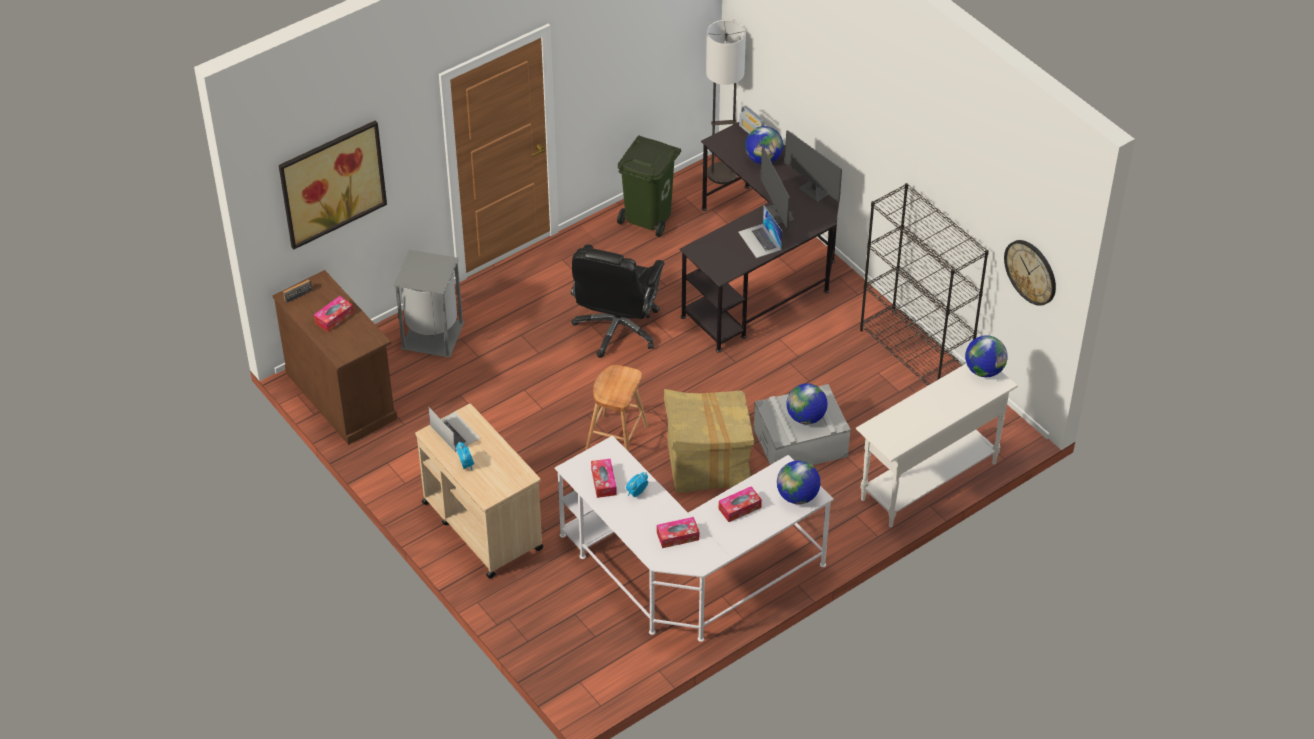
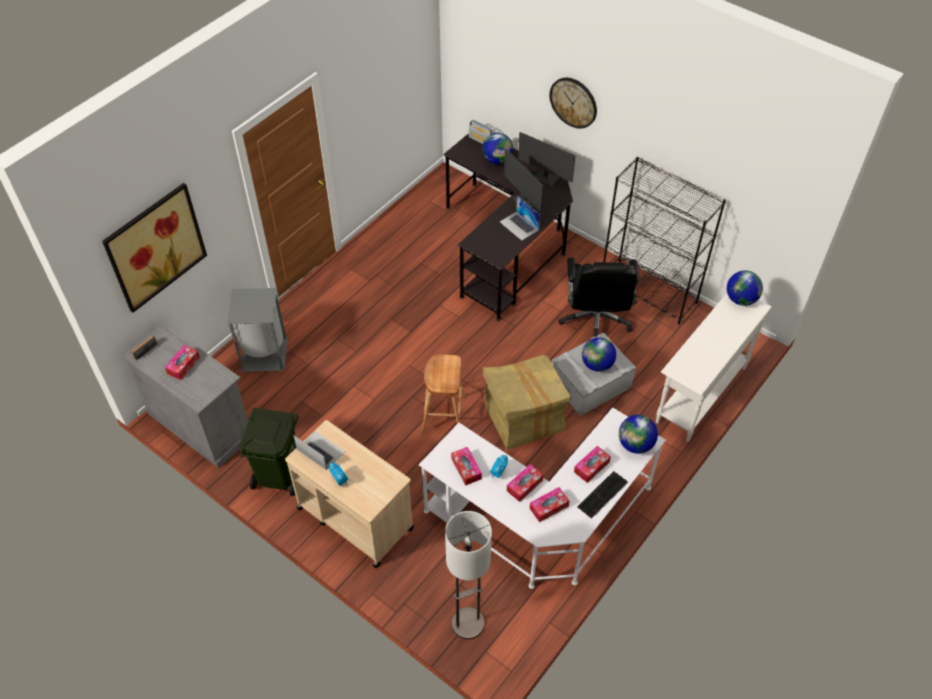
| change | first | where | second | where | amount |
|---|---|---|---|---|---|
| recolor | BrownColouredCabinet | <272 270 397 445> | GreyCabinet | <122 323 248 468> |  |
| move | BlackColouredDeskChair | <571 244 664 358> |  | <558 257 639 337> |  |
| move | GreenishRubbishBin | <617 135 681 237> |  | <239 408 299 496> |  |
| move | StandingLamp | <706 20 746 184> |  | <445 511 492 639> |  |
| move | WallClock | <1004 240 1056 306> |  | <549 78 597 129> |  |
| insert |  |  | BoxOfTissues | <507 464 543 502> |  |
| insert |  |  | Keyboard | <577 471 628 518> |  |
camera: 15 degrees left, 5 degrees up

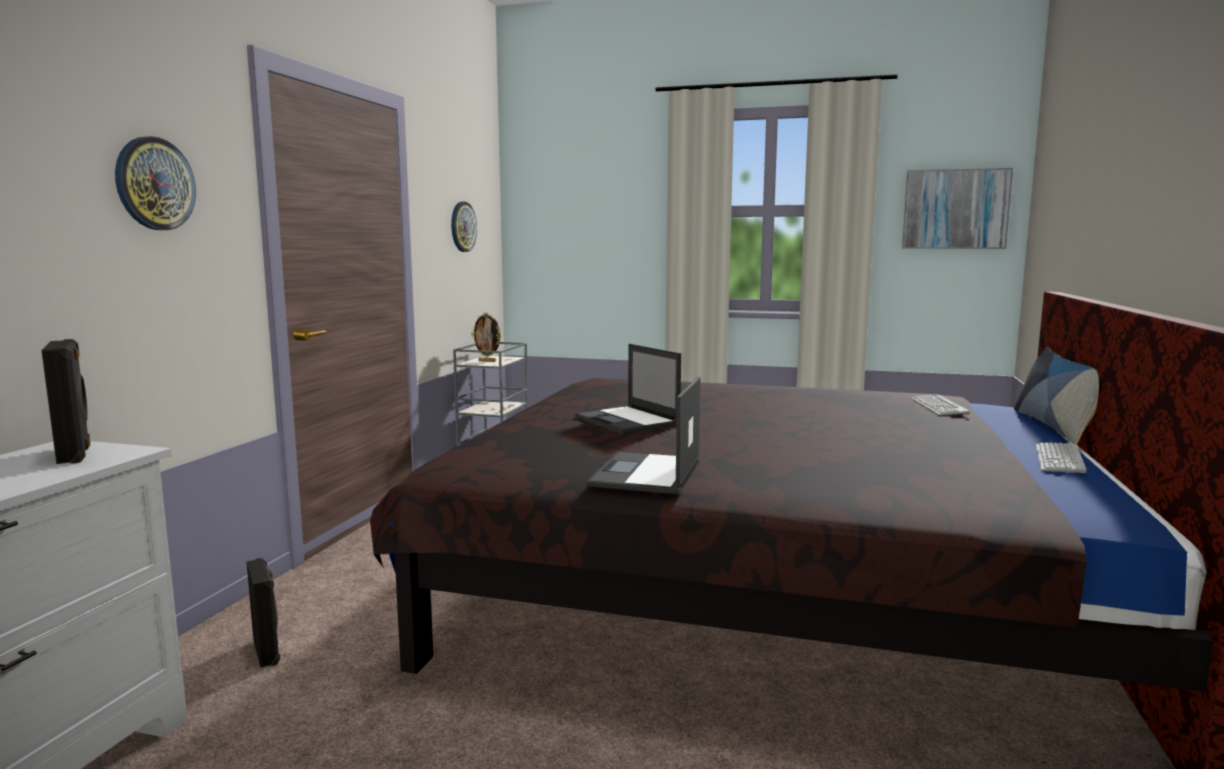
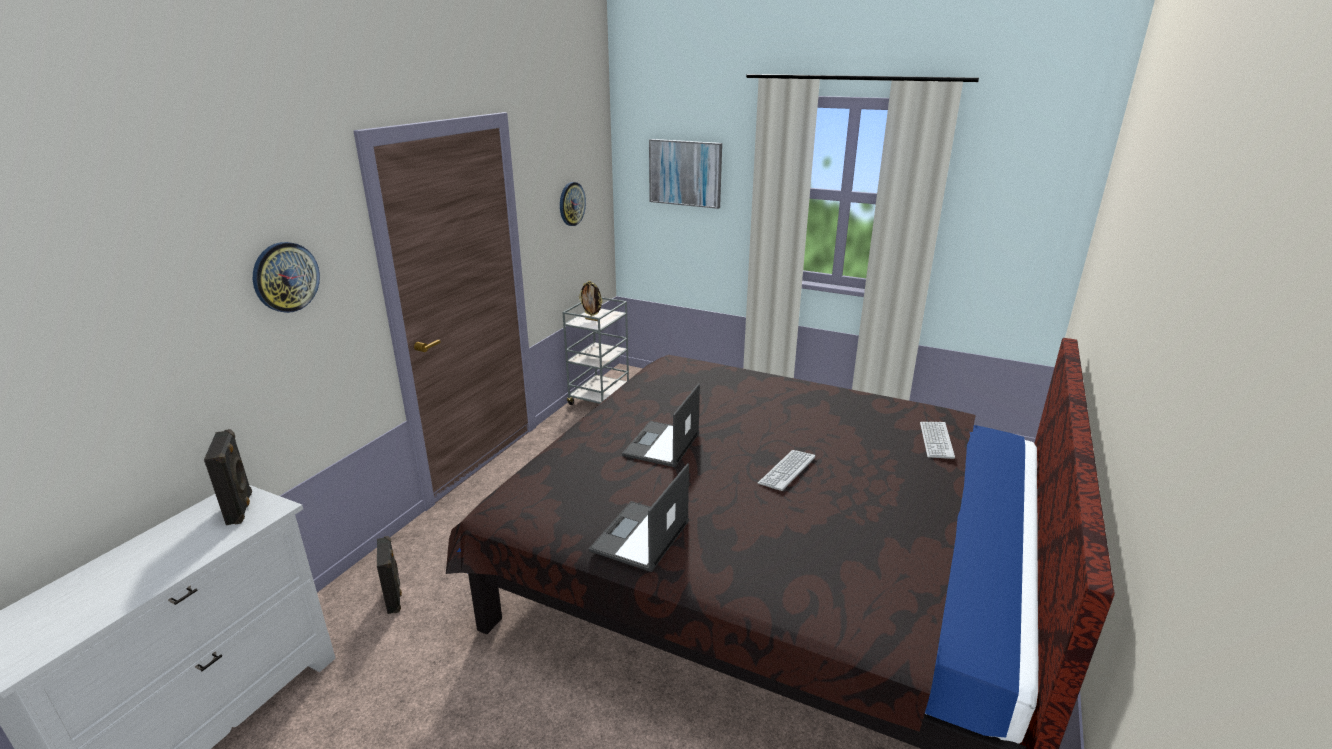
| change | first | where | second | where | amount |
|---|---|---|---|---|---|
| rotate | NotebookComputer | <575 344 681 434> |  | <622 383 700 467> | 45 degrees clockwise |
| move | WallArt | <902 168 1013 249> |  | <649 139 722 209> |  |
| delete | Cushion | <1014 347 1099 444> |  |  |  |
| move | Keyboard | <1036 443 1087 474> |  | <758 450 815 491> |  |
camera: 10 degrees right, 15 degrees up

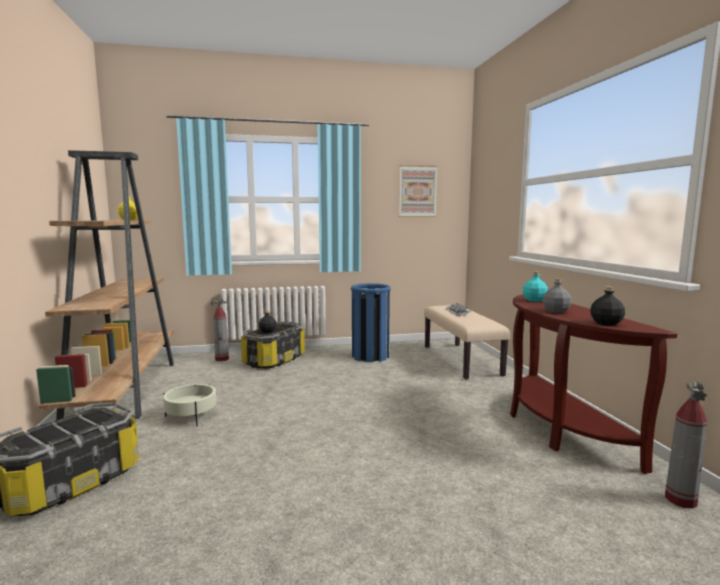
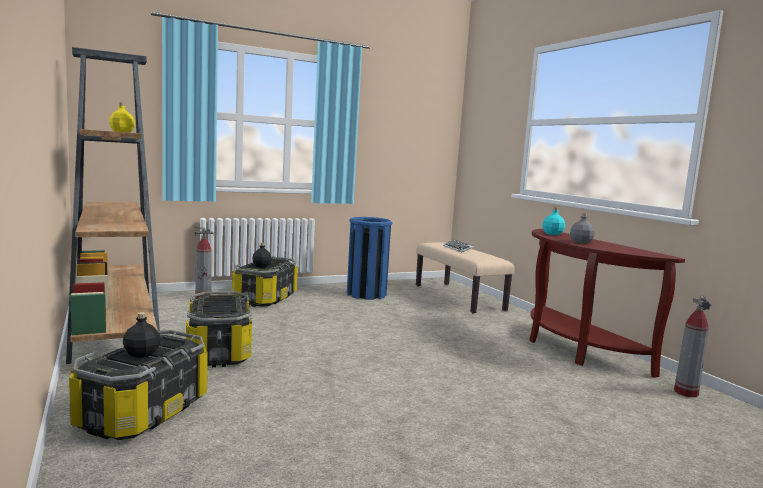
| change | first | where | second | where | amount |
|---|---|---|---|---|---|
| replace | BeigeColouredFlowerPot | <163 384 216 426> | StorageContainer | <186 291 252 367> |  |
| delete | WallArt | <399 165 437 217> |  |  |  |
| move | BlackColouredDrinkBottle | <590 286 625 326> |  | <123 312 161 358> |  |
camera: 15 degrees left, 0 degrees up

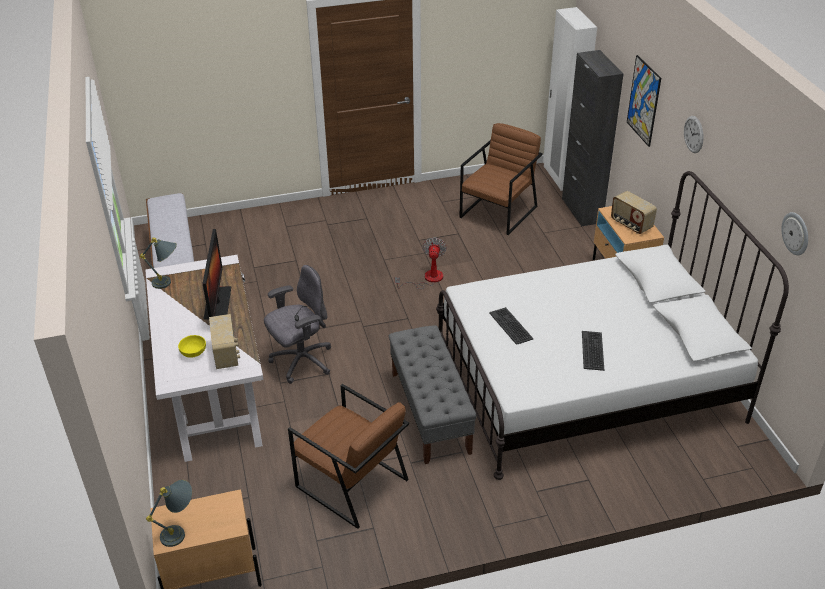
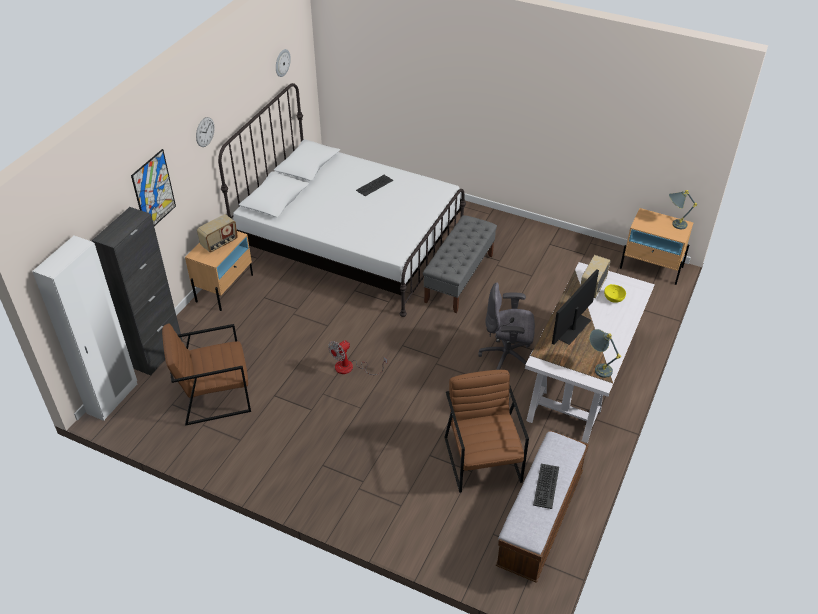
| change | first | where | second | where | amount |
|---|---|---|---|---|---|
| move | BrownColouredEasyChair | <288 384 409 529> |  | <444 370 529 493> |  |
| move | Keyboard | <489 307 533 345> |  | <533 464 559 509> |  |
| rotate | RadioSet | <611 191 657 234> |  | <197 214 238 252> | 45 degrees clockwise |
camera: 140 degrees left, 5 degrees up

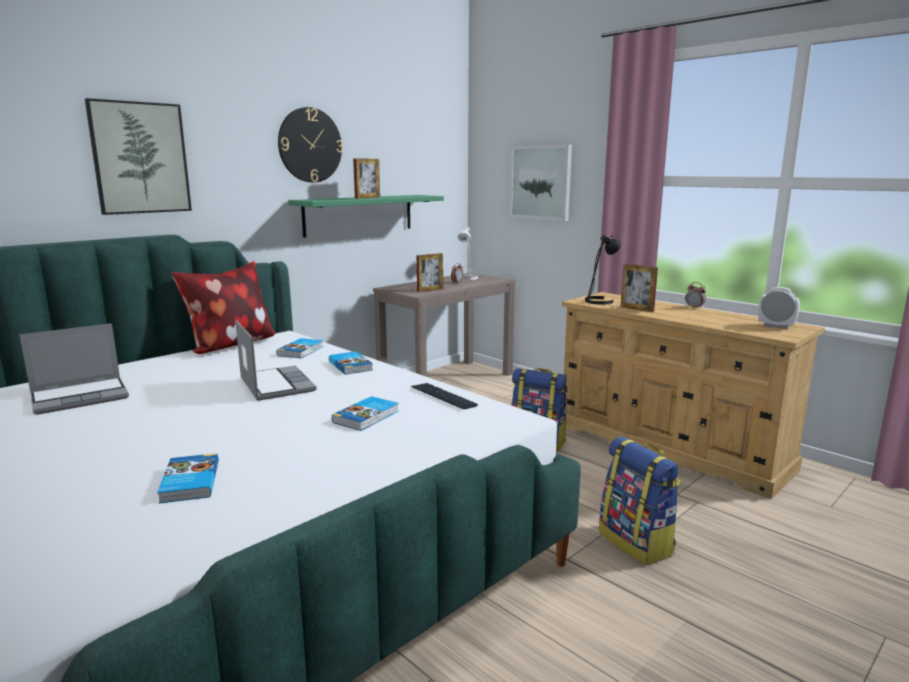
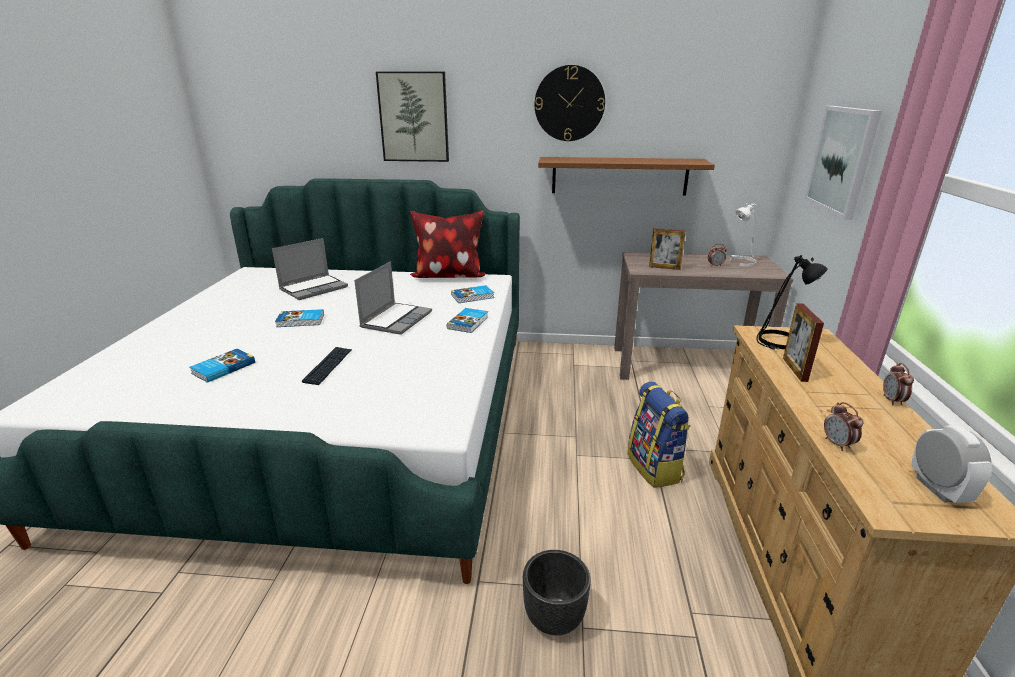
| change | first | where | second | where | amount |
|---|---|---|---|---|---|
| rotate | NotebookComputer | <19 323 129 415> |  | <272 238 348 300> | 60 degrees counterclockwise |
| recolor | GreenishBracketShelf | <288 195 444 238> | BrownColouredBracketShelf | <538 157 715 196> |  |
| move | Volume | <332 396 399 431> |  | <275 309 324 327> |  |
| delete | StandingFrame | <353 158 380 199> |  |  |  |
| move | Keyboard | <411 383 478 410> |  | <302 347 352 385> |  |
| replace | Backpack | <599 437 681 565> | BlackColouredFlowerPot | <523 550 591 636> |  |
| insert |  |  | BedsideClock | <824 402 864 451> |  |
camera: 50 degrees right, 10 degrees up

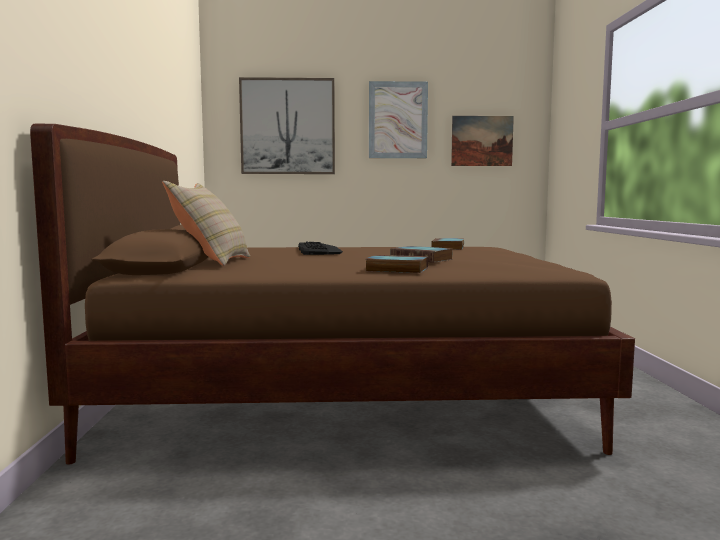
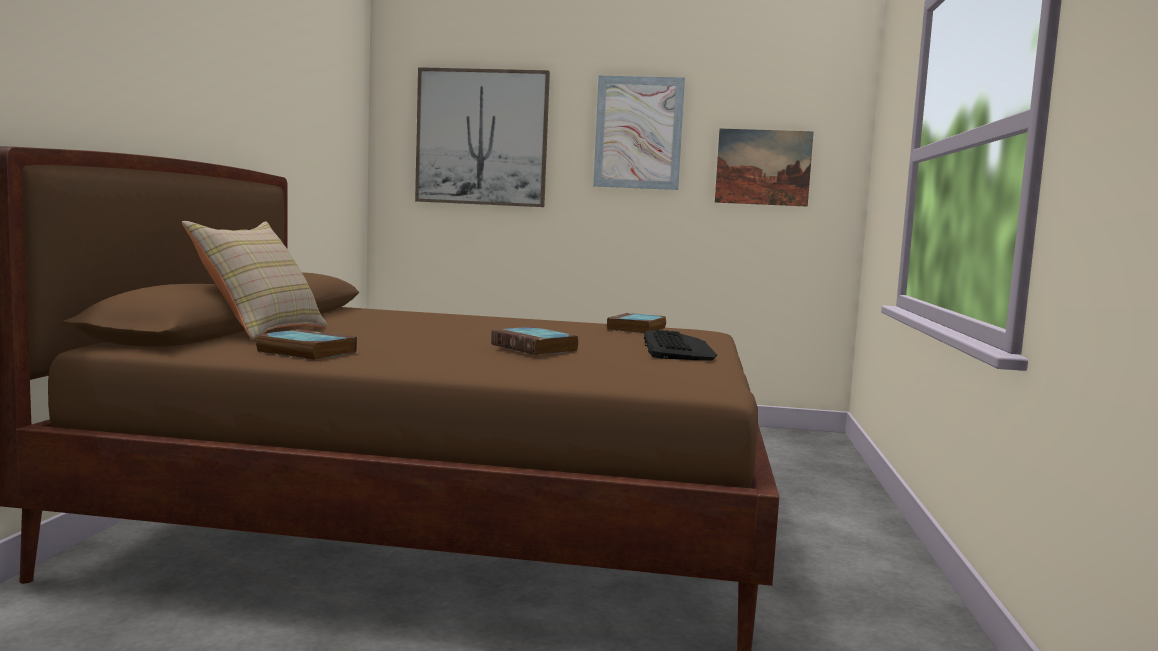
| change | first | where | second | where | amount |
|---|---|---|---|---|---|
| move | Keyboard | <298 242 343 255> |  | <644 330 717 360> |  |
| move | Volume | <366 255 428 273> |  | <256 329 357 360> |  |
camera: 10 degrees right, 0 degrees up

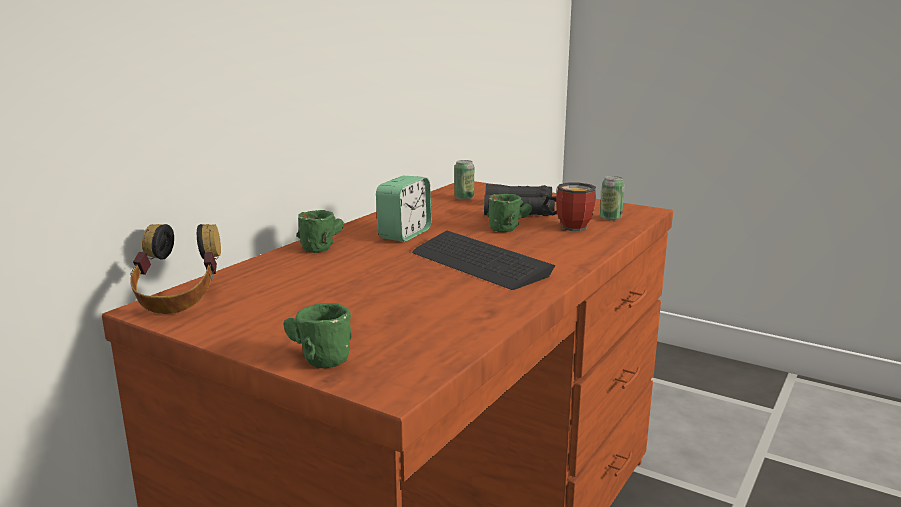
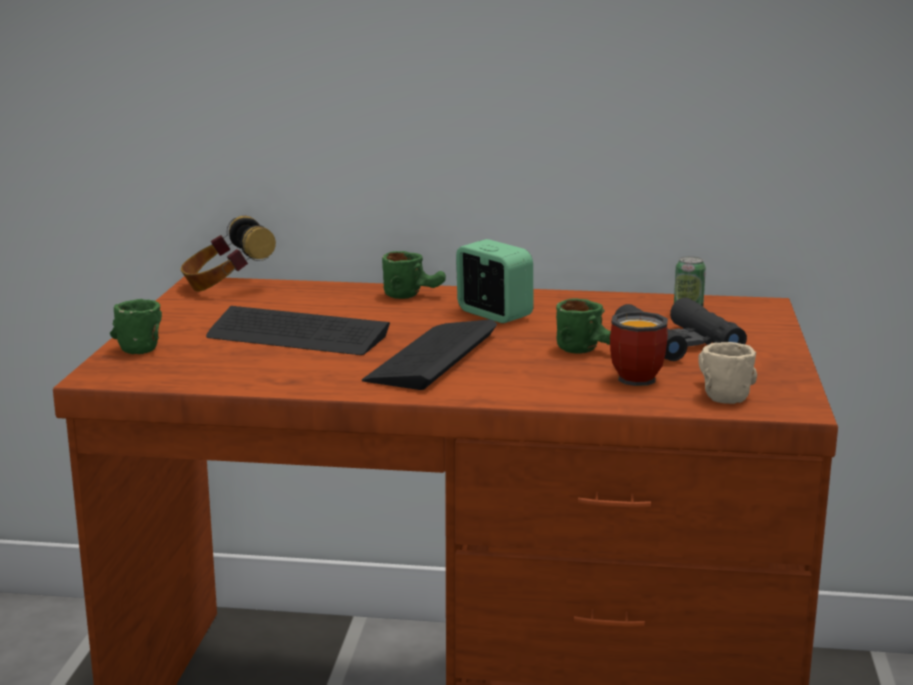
| change | first | where | second | where | amount |
|---|---|---|---|---|---|
| rotate | BedsideClock | <376 176 432 242> |  | <456 239 534 323> | 135 degrees counterclockwise |
| replace | SealedCan | <600 176 625 221> | BeigeColouredTeaMug | <698 342 757 404> |  |
| insert |  |  | Keyboard | <206 306 390 355> |  |
camera: 65 degrees right, 0 degrees up

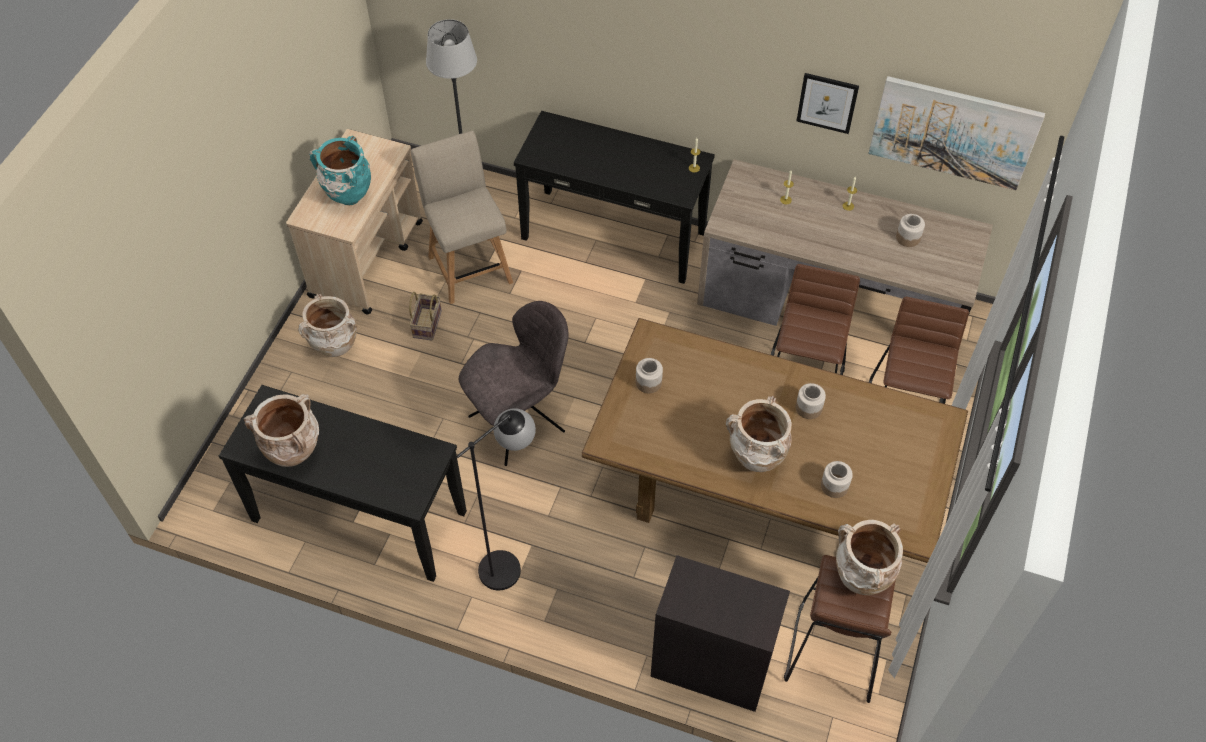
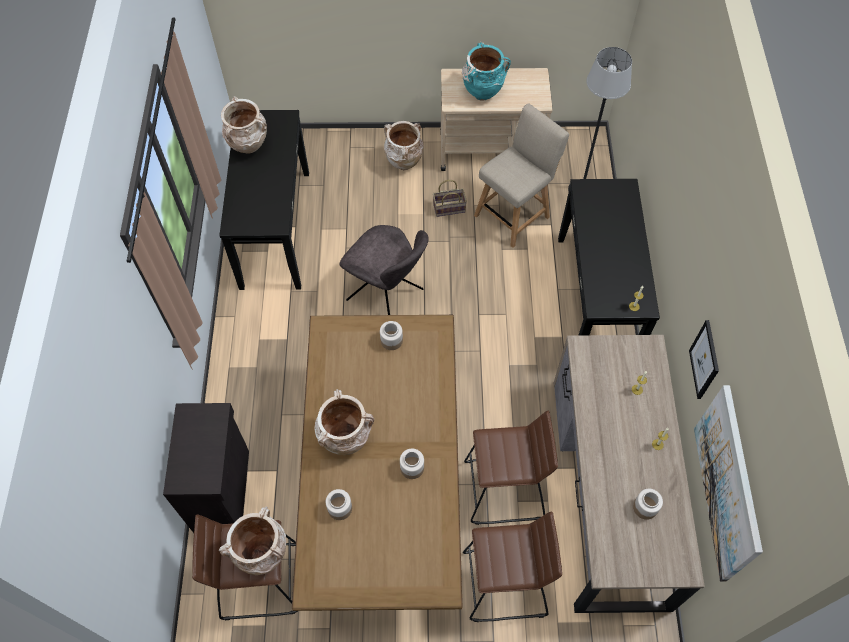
| change | first | where | second | where | amount |
|---|---|---|---|---|---|
| delete | BlackColouredStandingLamp | <456 408 536 590> |  |  |  |
camera: 70 degrees right, 5 degrees up

